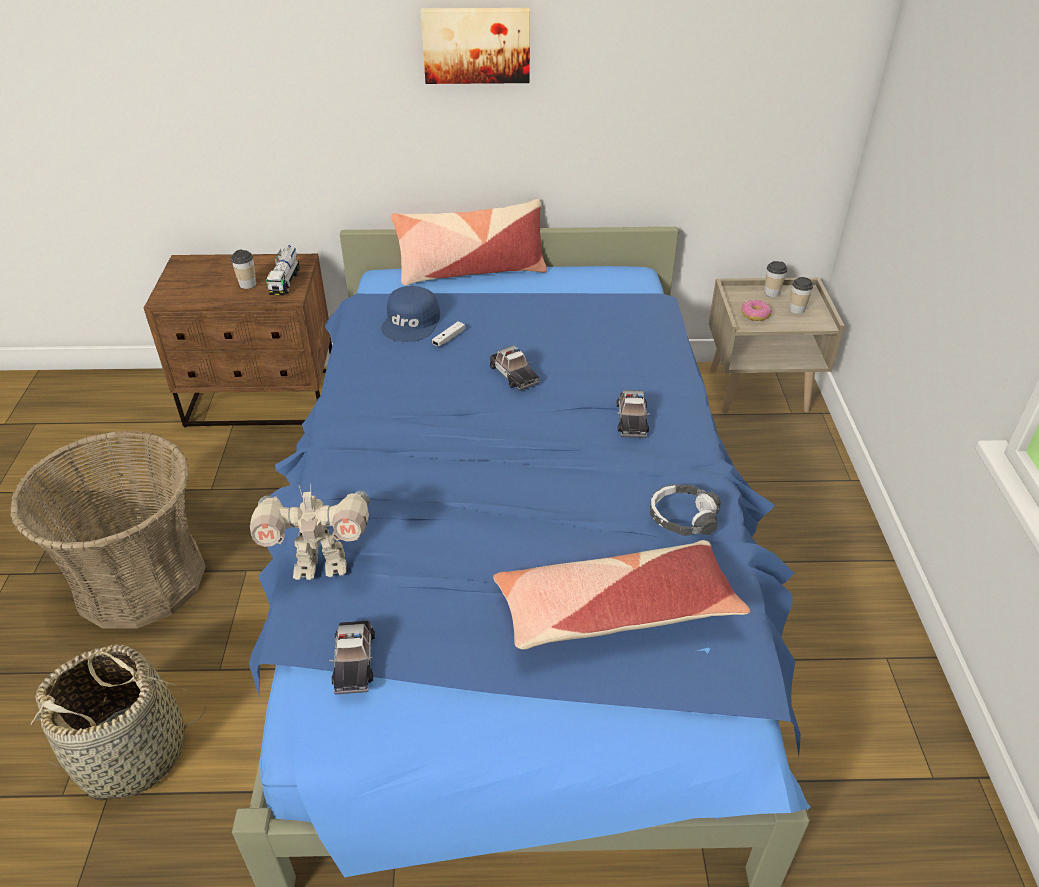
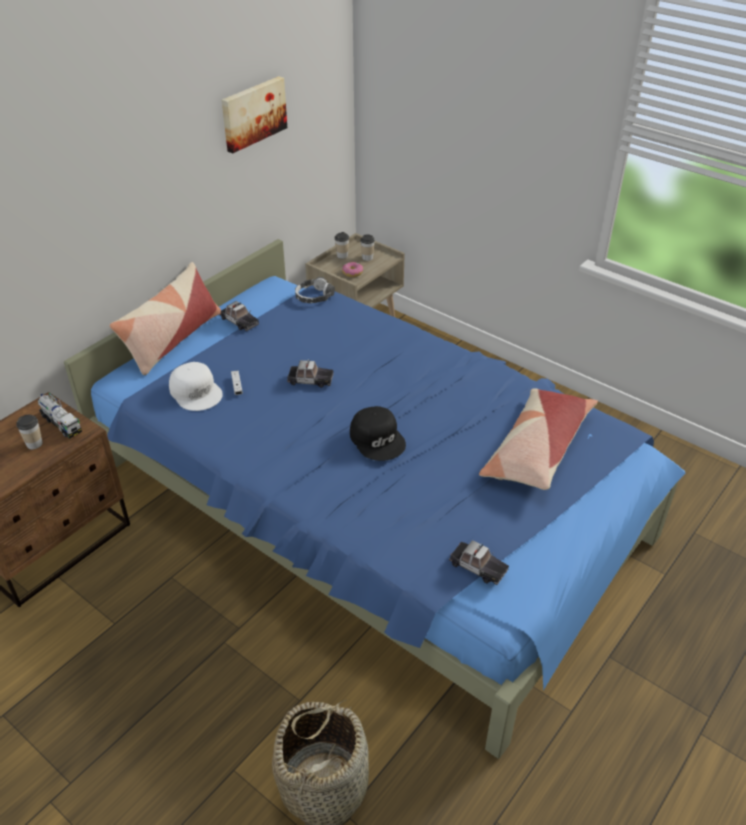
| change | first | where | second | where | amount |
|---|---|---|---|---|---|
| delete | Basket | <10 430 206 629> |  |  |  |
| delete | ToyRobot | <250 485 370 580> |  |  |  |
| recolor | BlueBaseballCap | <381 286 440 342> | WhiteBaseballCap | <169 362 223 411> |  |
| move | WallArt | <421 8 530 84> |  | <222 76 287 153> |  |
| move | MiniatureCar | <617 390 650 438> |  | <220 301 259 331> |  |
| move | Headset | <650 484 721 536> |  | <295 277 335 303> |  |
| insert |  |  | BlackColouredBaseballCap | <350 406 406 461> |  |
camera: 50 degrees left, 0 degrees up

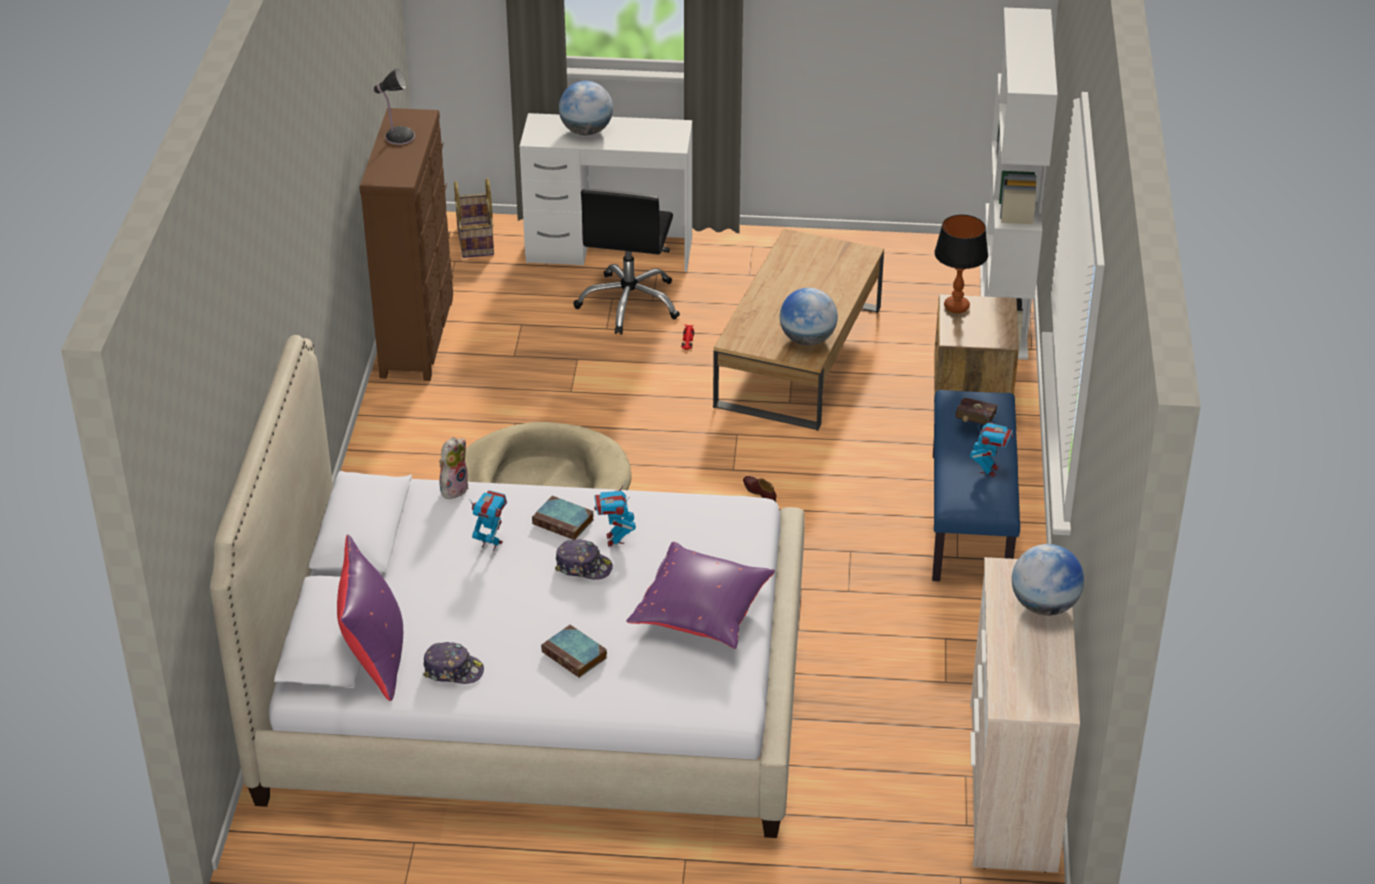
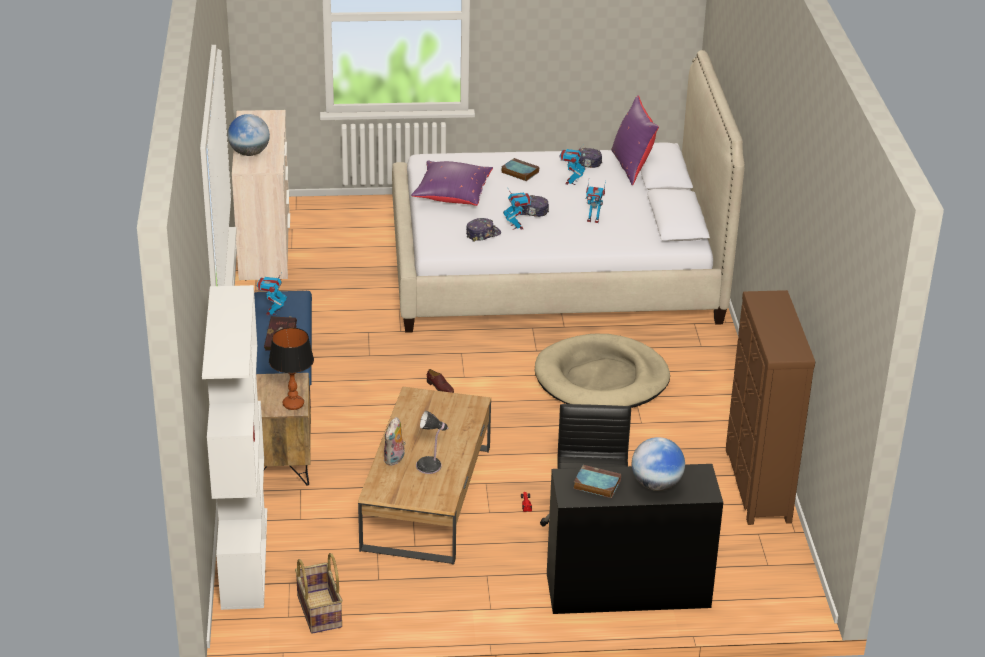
| change | first | where | second | where | amount |
|---|---|---|---|---|---|
| move | TableLamp | <373 68 415 145> |  | <416 411 448 474> |  |
| move | SoftToy | <439 437 469 499> |  | <384 417 406 466> |  |
| move | Basket | <454 178 494 258> |  | <295 553 343 634> |  |
| recolor | WhiteDeskTable | <520 113 692 272> | BlackColouredDeskTable | <547 464 723 614> |  |
| move | Volume | <532 496 594 540> |  | <573 465 621 498> |  |
| delete | Globe | <780 288 838 346> |  |  |  |
| insert |  |  | BaseballCap | <466 218 501 242> |  |
| insert |  |  | ToyRobot | <559 145 585 185> |  |
camera: 170 degrees right, 5 degrees down

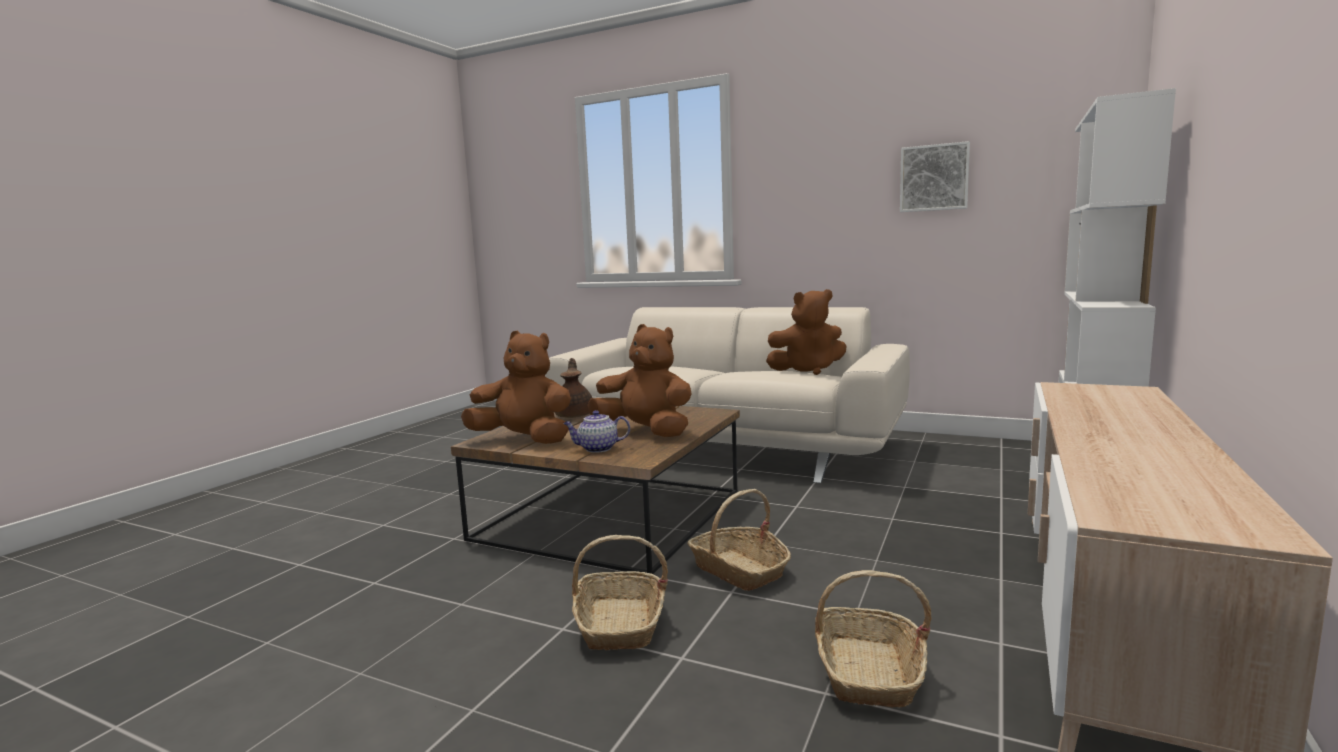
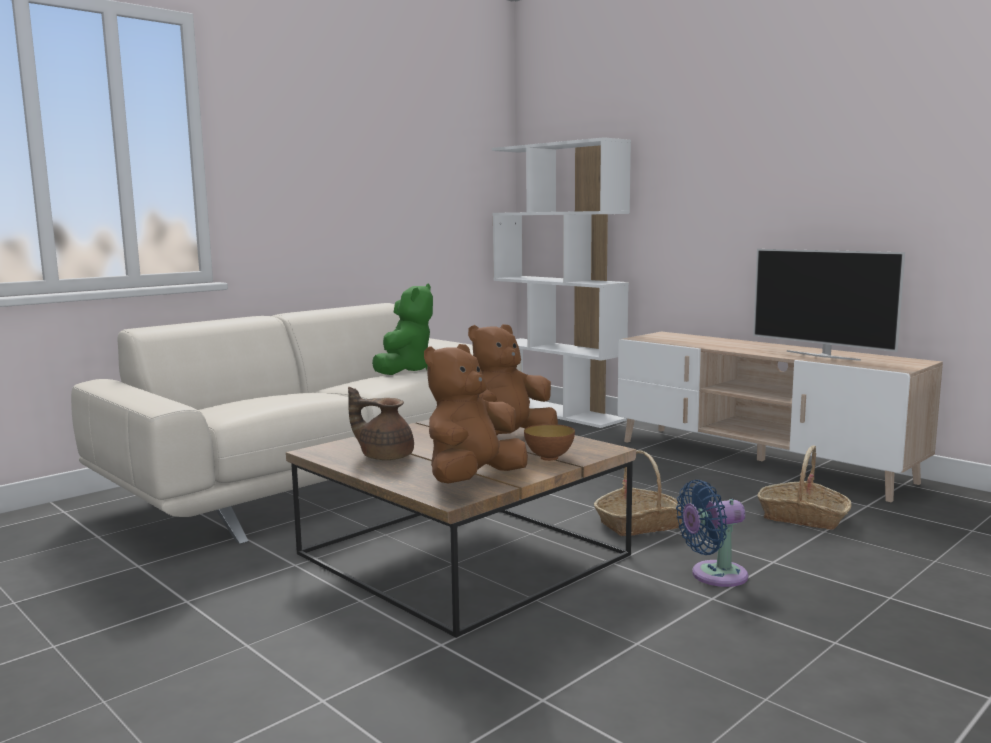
| change | first | where | second | where | amount |
|---|---|---|---|---|---|
| replace | TeaPot | <563 410 630 453> | Bowl | <524 424 575 461> |  |
| replace | Basket | <572 535 668 651> | BlueFan | <676 480 748 587> |  |
| recolor | BrownColouredSoftToy | <766 289 847 375> | GreenishSoftToy | <372 284 433 375> |  |
| delete | WallArt | <900 141 970 212> |  |  |  |
| insert |  |  | Television | <753 249 905 361> |  |
camera: 70 degrees left, 0 degrees up

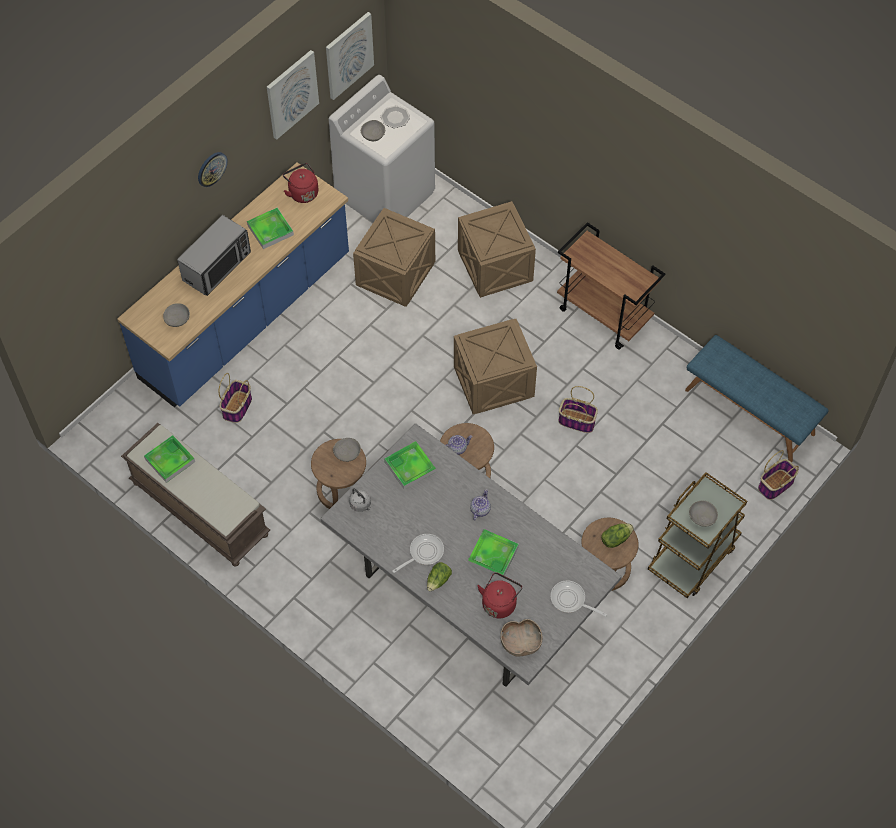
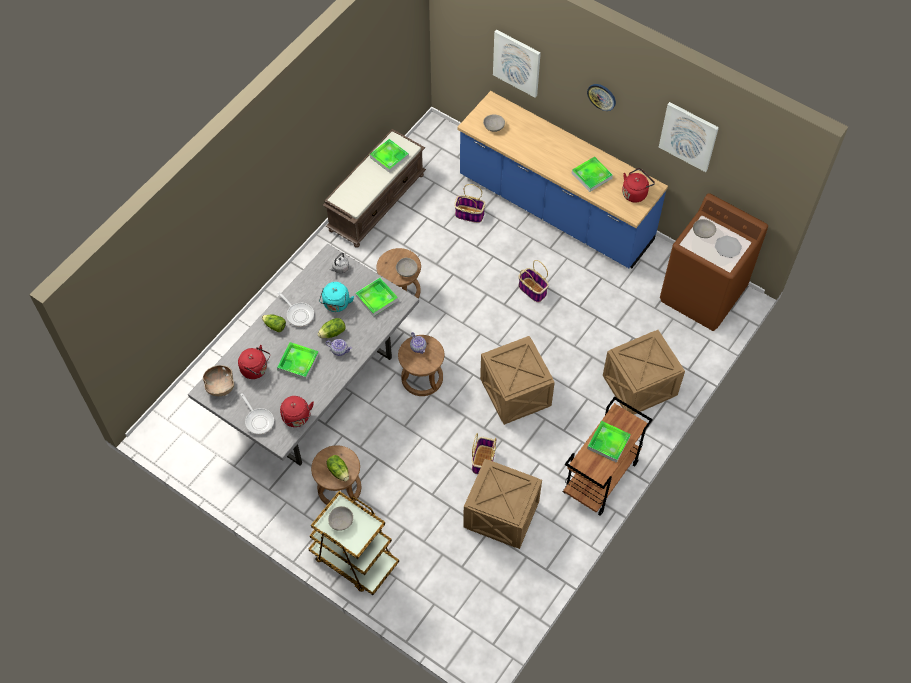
| change | first | where | second | where | amount |
|---|---|---|---|---|---|
| delete | Microwave | <177 215 251 296> |  |  |  |
| move | WallArt | <326 12 374 100> |  | <493 30 541 98> |  |
| recolor | WhiteLaundryMachine | <329 75 435 223> | BrownColouredLaundryMachine | <660 193 768 331> |  |
| move | PackingCrate | <353 208 435 307> |  | <463 459 542 549> |  |
| rotate | Pan | <551 580 607 617> |  | <240 393 274 434> | 120 degrees clockwise |
| delete | BlueIndoorBench | <685 335 828 462> |  |  |  |
| move | Basket | <758 450 799 500> |  | <519 260 549 303> |  |
| insert |  |  | RedTeaKettle | <280 396 314 427> |  |
| insert |  |  | HeadOfLettuce | <317 318 345 338> |  |
| insert |  |  | TurquoiseColouredTeaKettle | <319 282 354 312> |  |
| insert |  |  | Tray | <587 421 631 463> |  |
camera: 85 degrees right, 0 degrees up

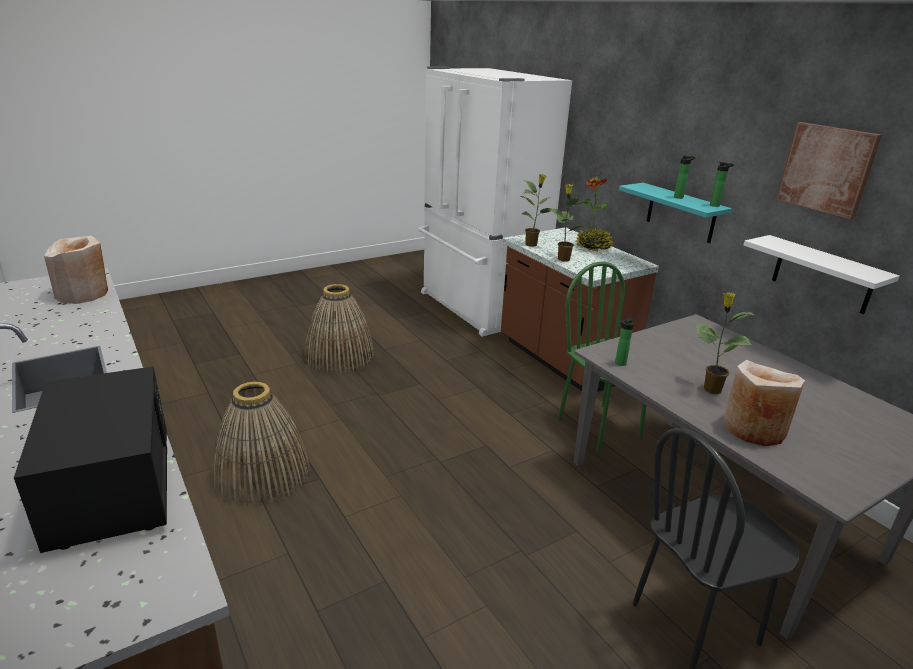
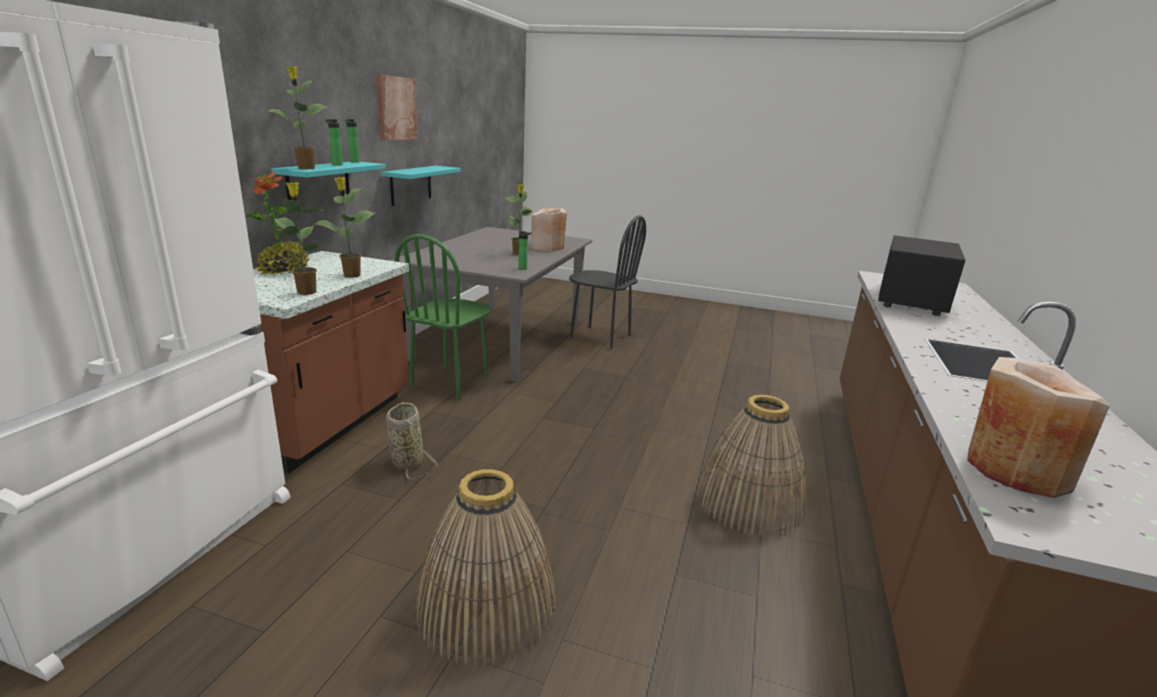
| change | first | where | second | where | amount |
|---|---|---|---|---|---|
| recolor | WhiteBracketShelf | <744 235 900 314> | TurquoiseColouredBracketShelf | <382 166 461 206> |  |
| insert |  |  | PlantInAPot | <268 66 327 169> |  |
| insert |  |  | Basket | <386 403 438 480> |  |
camera: 130 degrees left, 5 degrees down

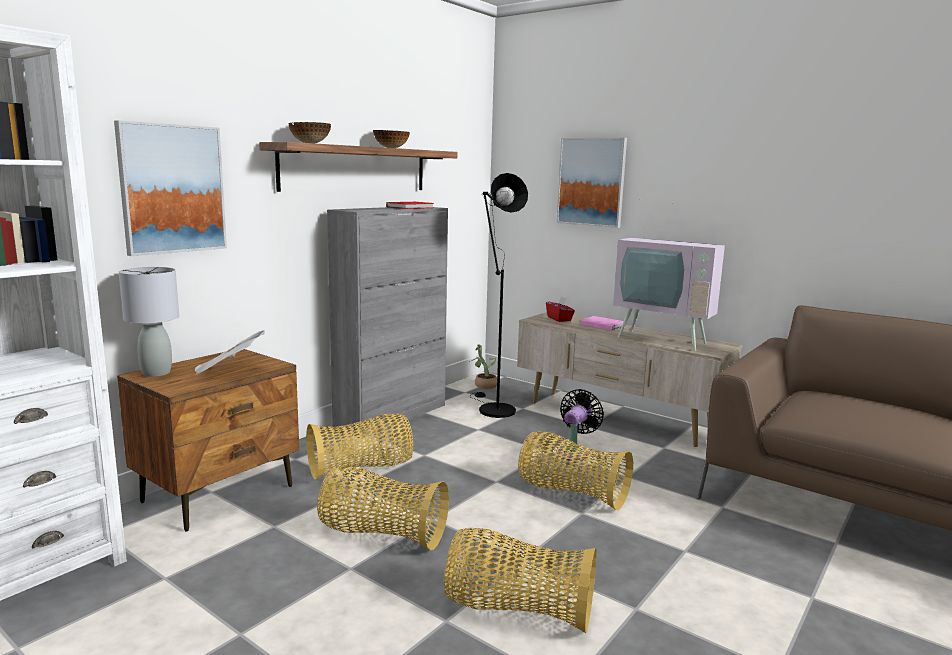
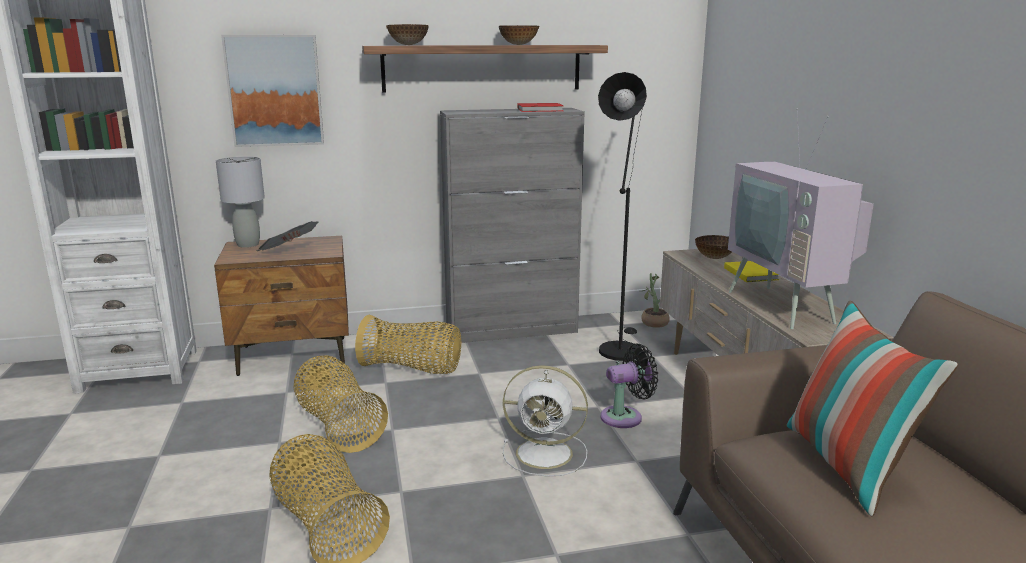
| change | first | where | second | where | amount |
|---|---|---|---|---|---|
| replace | Basket | <518 431 633 510> | WhiteFan | <503 365 588 477> |  |
| replace | RedBoxOfTissues | <546 296 575 322> | Bowl | <695 235 732 259> |  |
| delete | WallArt | <556 138 627 228> |  |  |  |
| recolor | PinkishVolume | <580 316 624 330> | YellowVolume | <724 261 780 282> |  |
| insert |  |  | Cushion | <786 300 958 517> |  |
camera: 40 degrees right, 5 degrees up

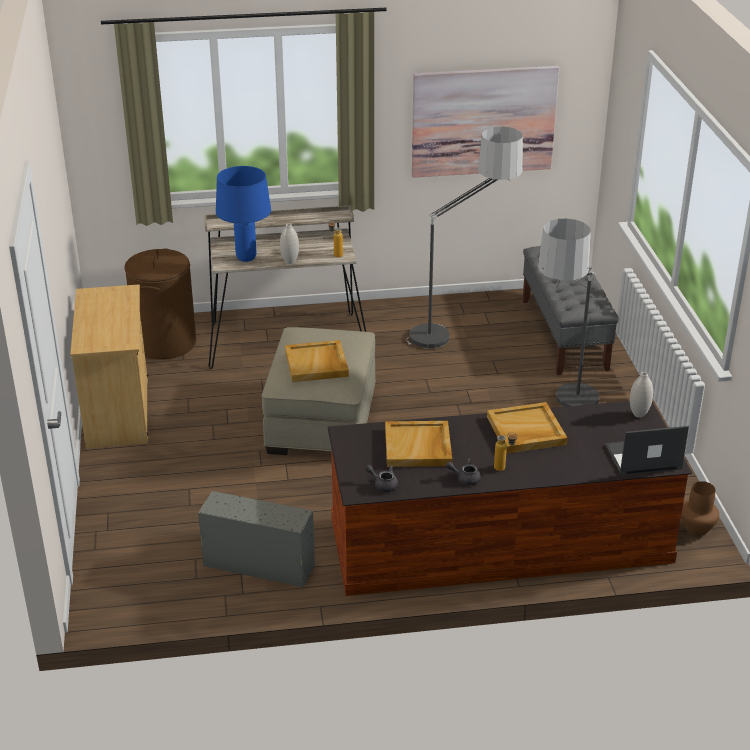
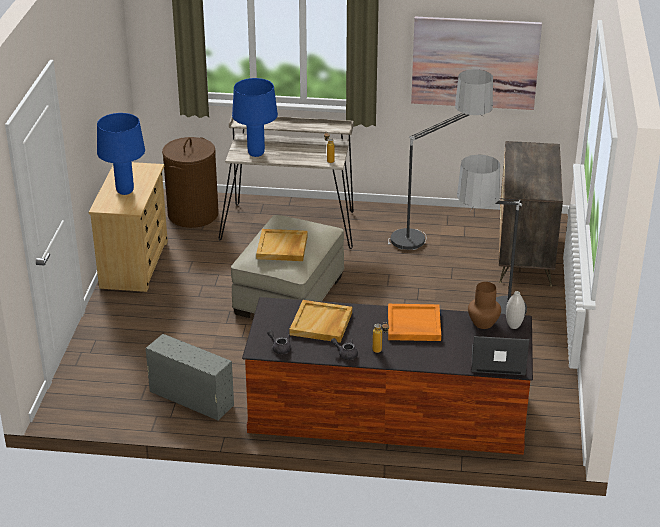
| change | first | where | second | where | amount |
|---|---|---|---|---|---|
| delete | WhiteFlowerVase | <280 223 299 264> |  |  |  |
| recolor | BeigeColouredTray | <487 402 568 454> | OrangeyTray | <388 304 441 341> |  |
| replace | GreyIndoorBench | <523 246 619 375> | ChestOfDrawers | <499 141 563 287> |  |
| move | BrownColouredFlowerVase | <681 481 719 536> |  | <468 282 501 329> |  |
| insert |  |  | BlueTableLamp | <97 113 145 195> |  |
camera: 15 degrees right, 0 degrees up

